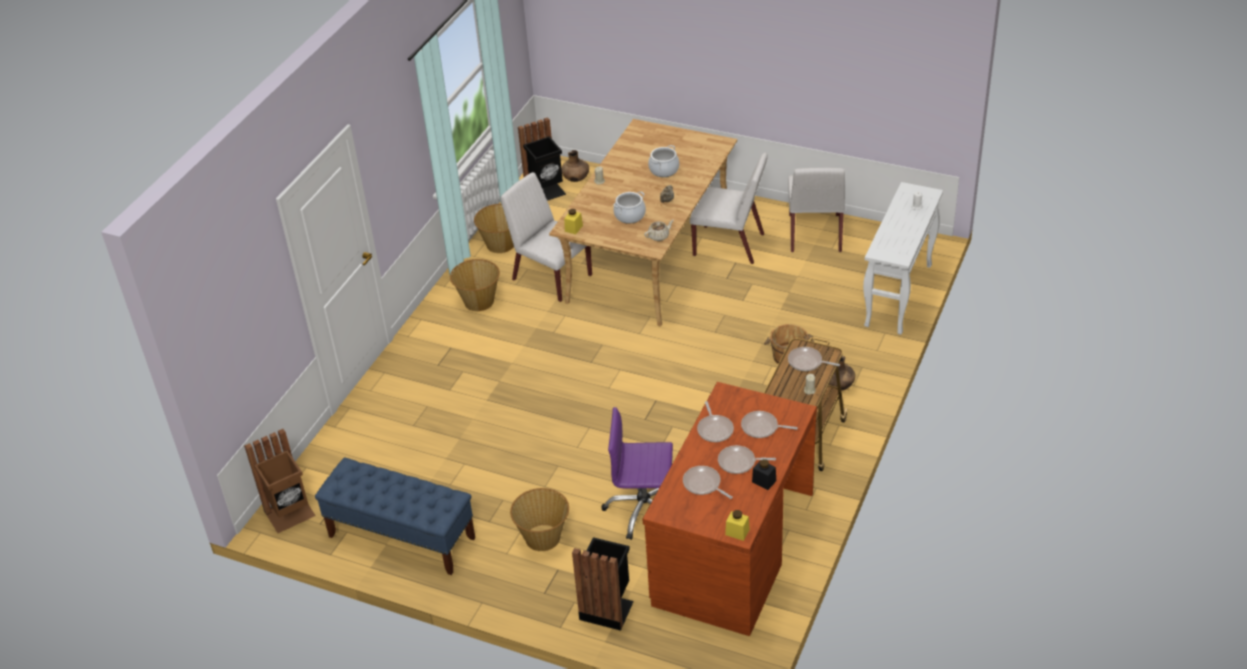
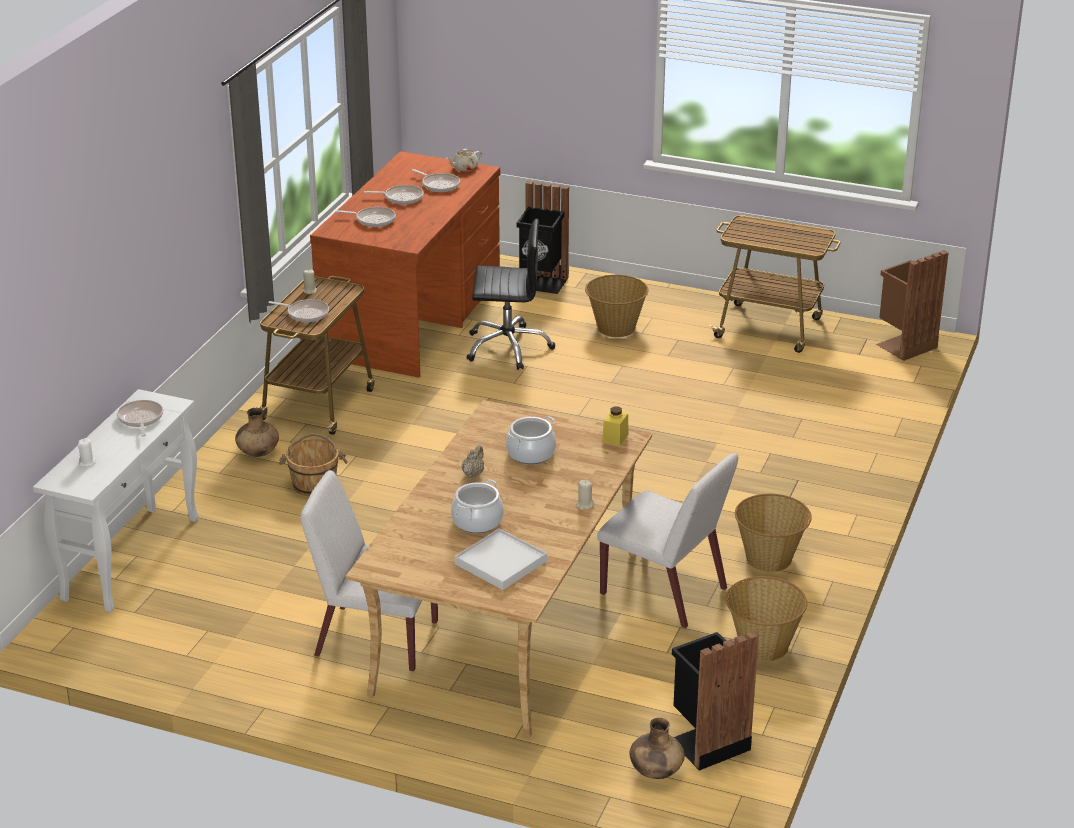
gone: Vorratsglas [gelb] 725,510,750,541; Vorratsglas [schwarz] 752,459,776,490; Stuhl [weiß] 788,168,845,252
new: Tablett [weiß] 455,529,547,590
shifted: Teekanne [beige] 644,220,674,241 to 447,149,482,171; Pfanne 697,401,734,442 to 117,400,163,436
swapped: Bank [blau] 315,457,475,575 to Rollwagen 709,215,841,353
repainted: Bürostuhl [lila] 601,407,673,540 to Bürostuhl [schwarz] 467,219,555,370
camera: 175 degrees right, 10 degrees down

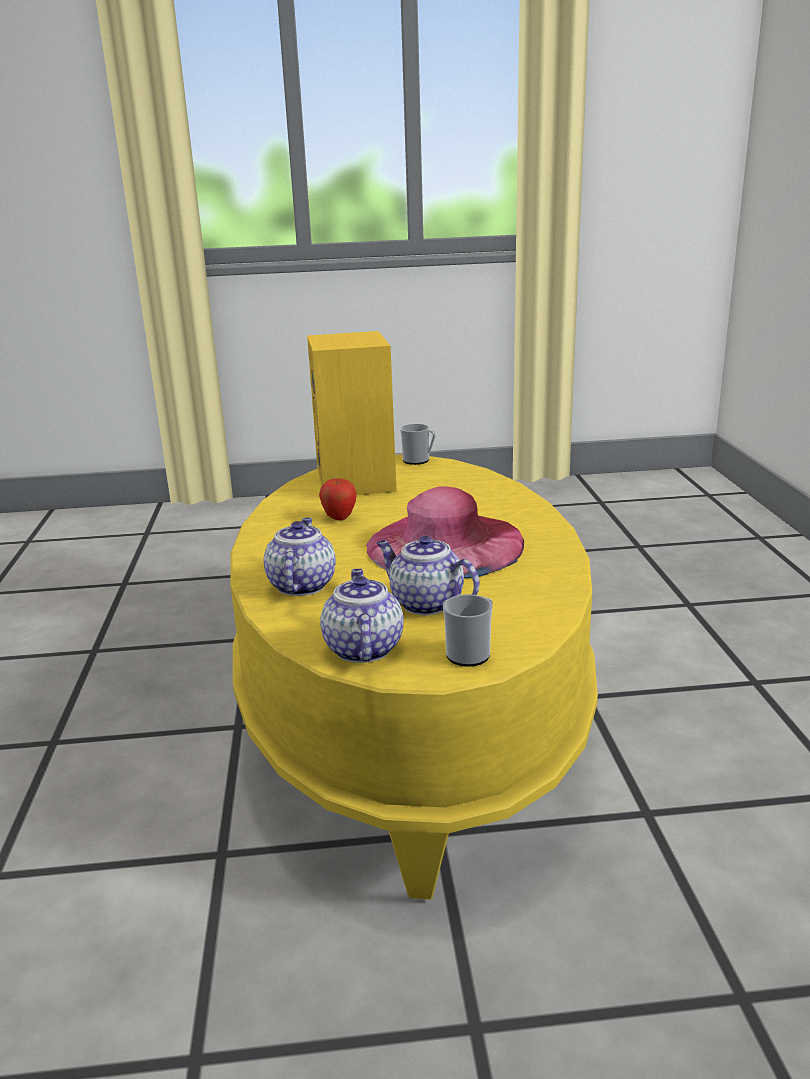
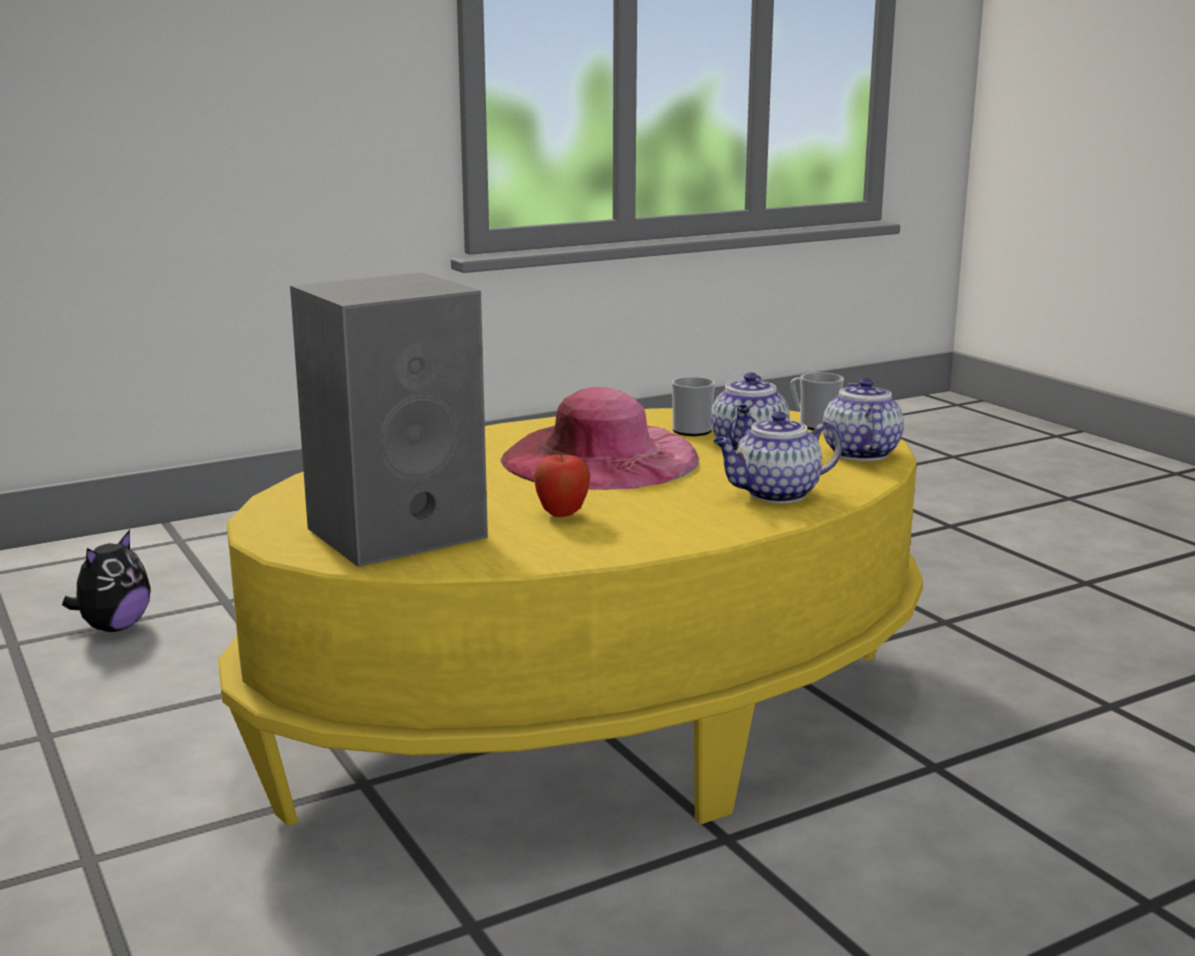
new: Plüschtier 62,530,151,632
shifted: Henkelbecher 400,424,436,465 to 671,377,715,436
repainted: Lautsprecher [gelb] 307,331,397,495 to Lautsprecher [grau] 290,272,488,567
rotated: Teekanne 320,569,404,663 = 823,378,904,461 120 degrees clockwise
camera: 115 degrees left, 5 degrees down

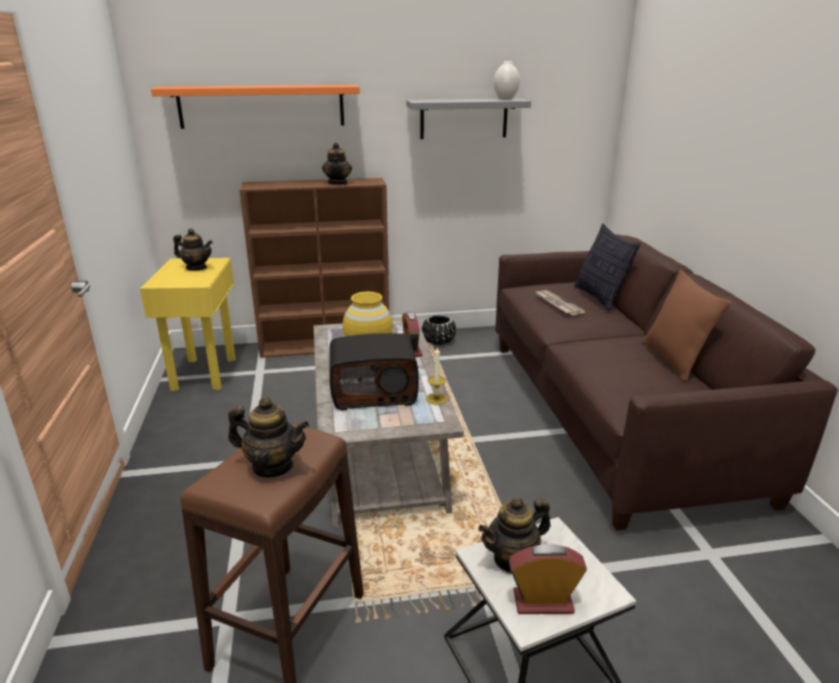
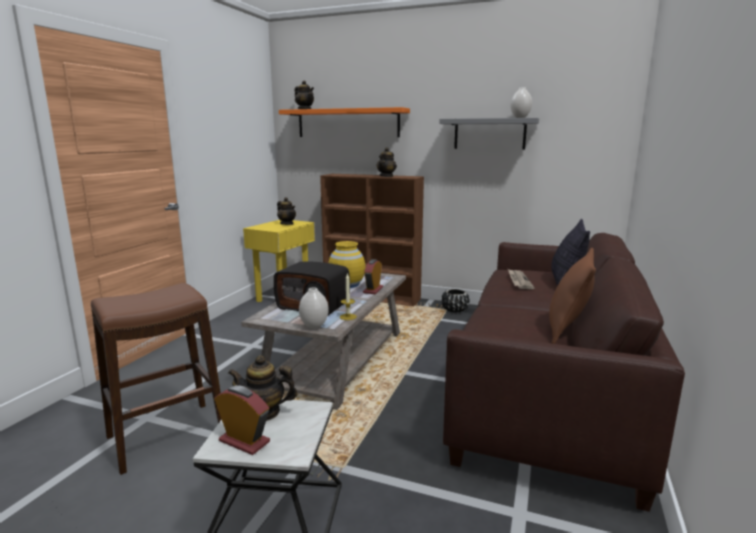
new: Vase [weiß] 299,287,329,329
shifted: Teekanne 228,397,309,477 to 294,80,314,109
camera: 30 degrees right, 10 degrees down

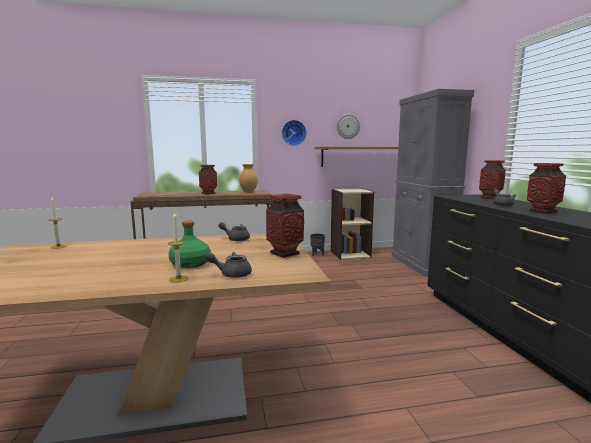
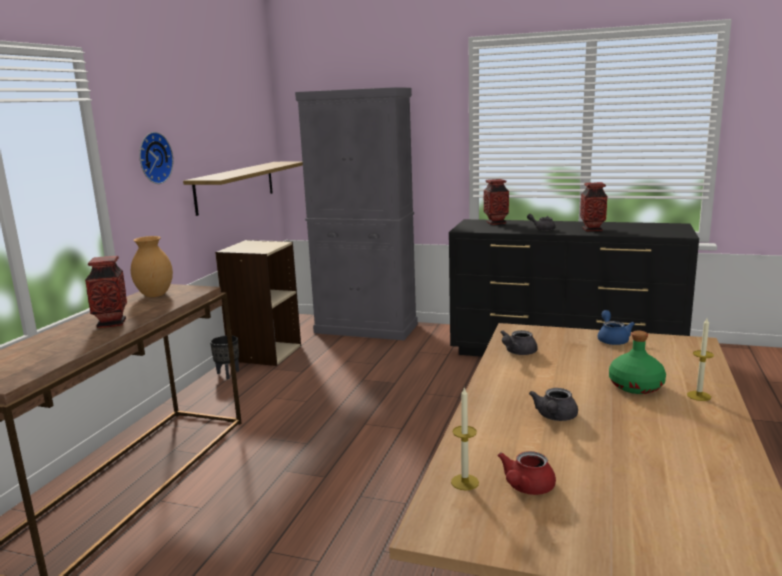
gone: Wanduhr 337,114,360,139
new: Teekanne [rot] 497,451,556,495
shifted: Teekanne [grau] 205,252,252,278 to 529,388,578,421
swapped: Vase 266,194,304,258 to Teekanne [blau] 597,310,635,345
camera: 60 degrees left, 5 degrees up

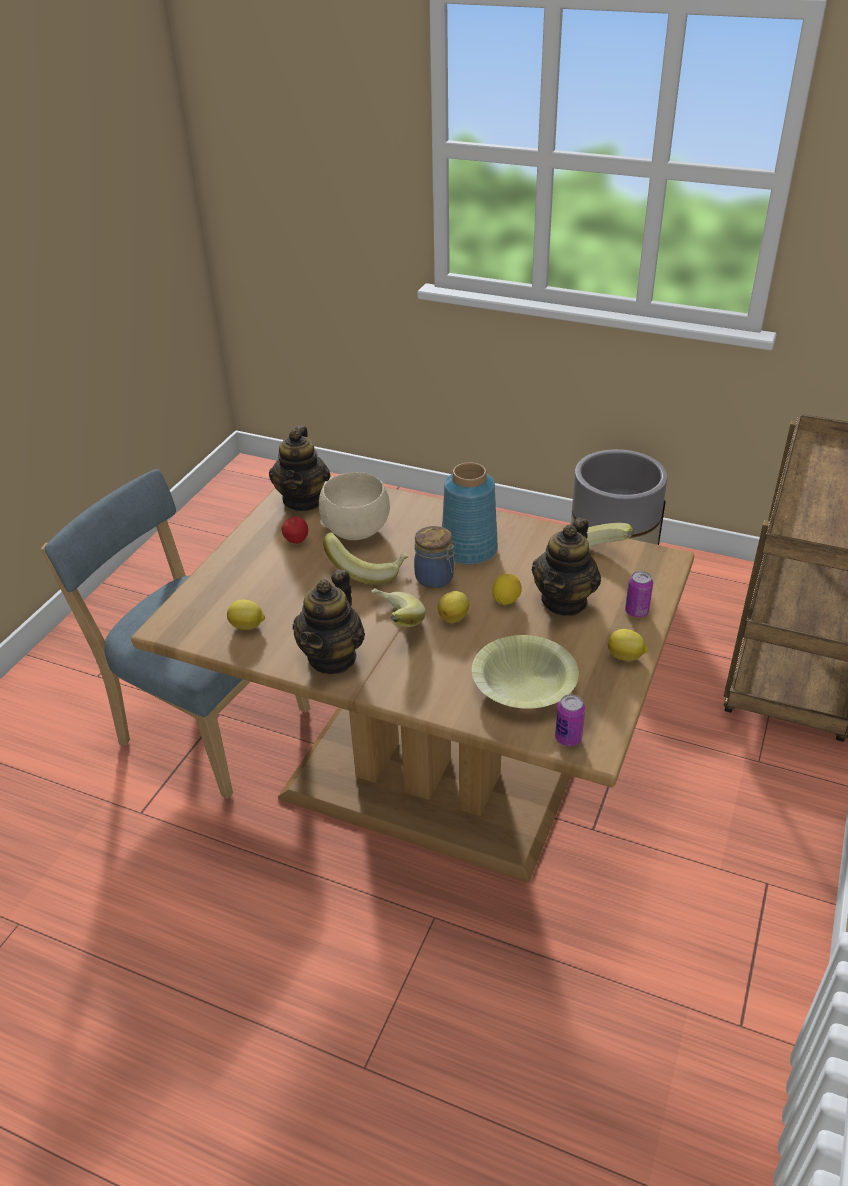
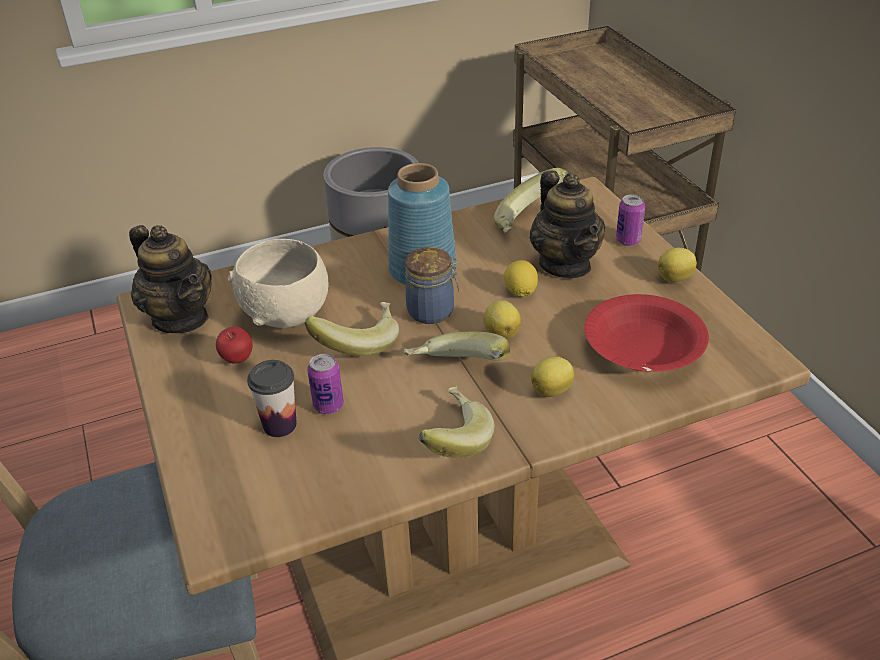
new: Tasse 247,360,297,437
shifted: Zitrone 227,600,265,630 to 531,357,574,397; Dose 555,694,585,746 to 307,354,344,414
swapped: Teekanne 293,569,365,674 to Banane 418,386,495,458
repainted: Schüssel [gelb] 472,635,579,709 to Schüssel [rot] 584,294,709,372
camera: 45 degrees left, 0 degrees up

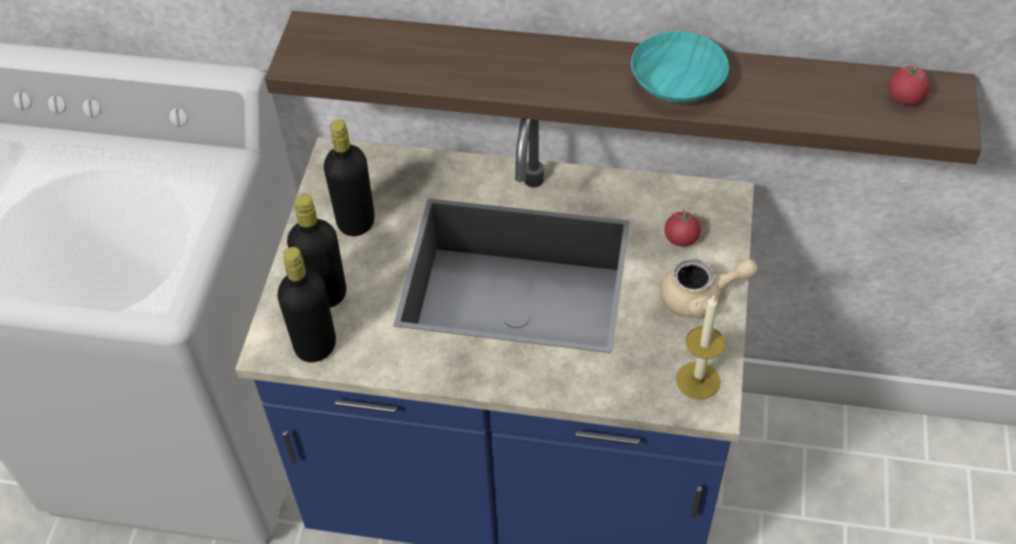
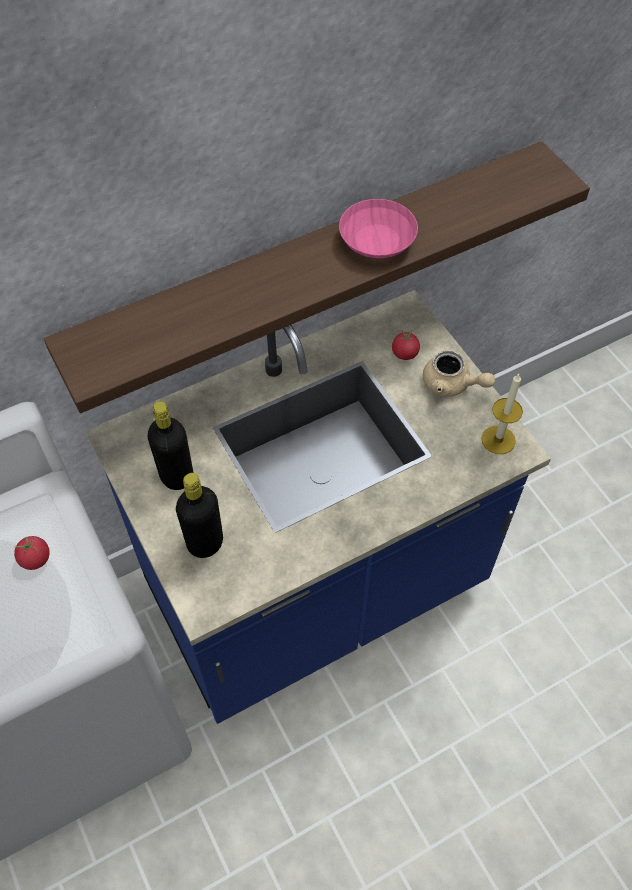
gone: Flasche [schwarz] 277,247,336,362
shifted: Tomate 888,63,930,105 to 14,536,50,570
repainted: Schüssel [türkis] 631,31,729,102 to Schüssel [rosa] 339,199,418,258
rotated: Teekanne [beige] 660,259,758,319 = 423,351,495,397 75 degrees clockwise
camera: 40 degrees left, 5 degrees up

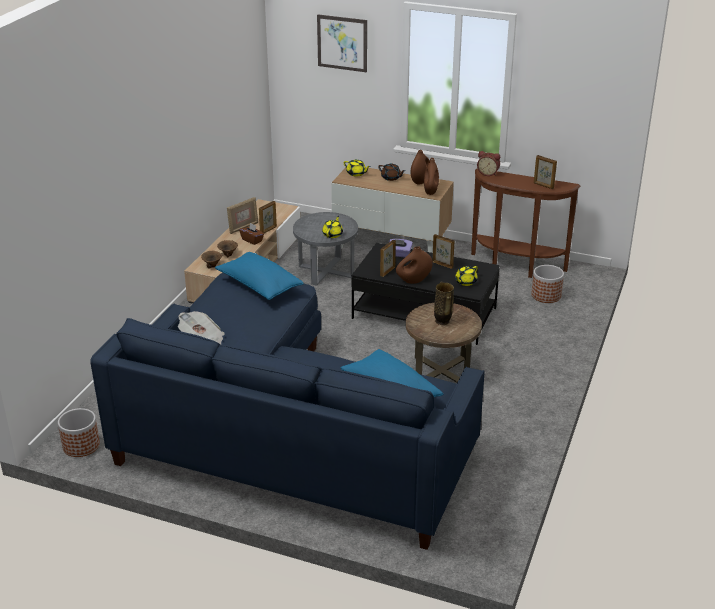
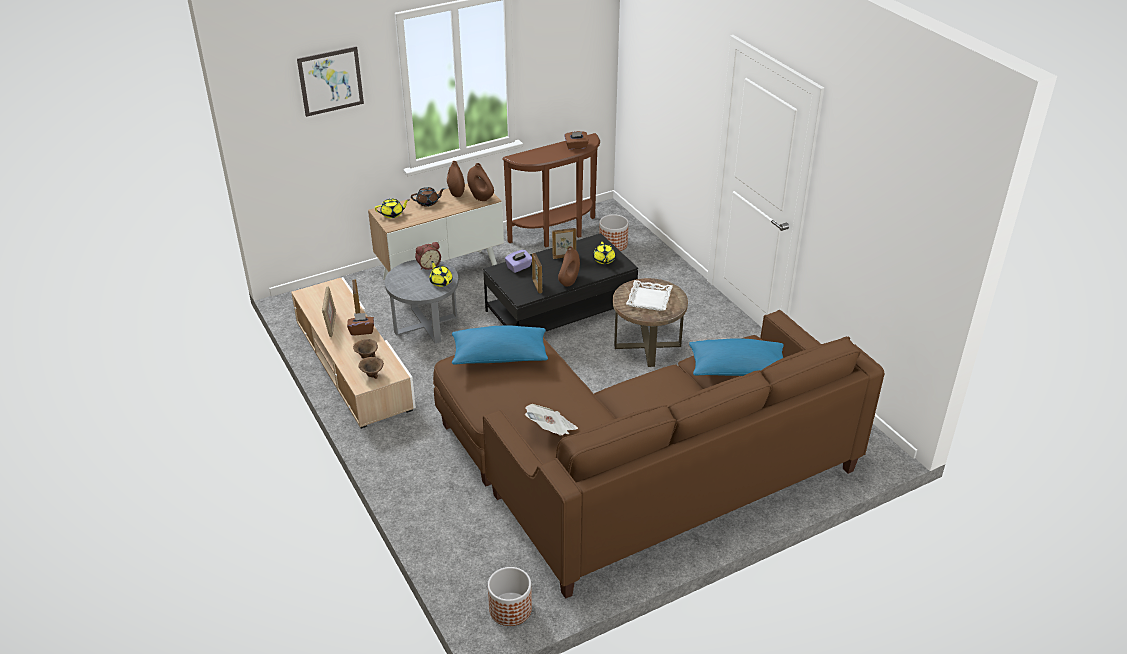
shifted: Wecker 477,151,500,176 to 415,242,441,270
swapped: Vase 434,281,454,325 to Tablett [weiß] 626,280,673,311; Bilderrahmen 534,155,557,189 to Taschentuchbox [braun] 564,131,589,150
repainted: Sofa [blau] 90,273,485,550 to Sofa [braun] 433,310,884,599
camera: 50 degrees left, 5 degrees up

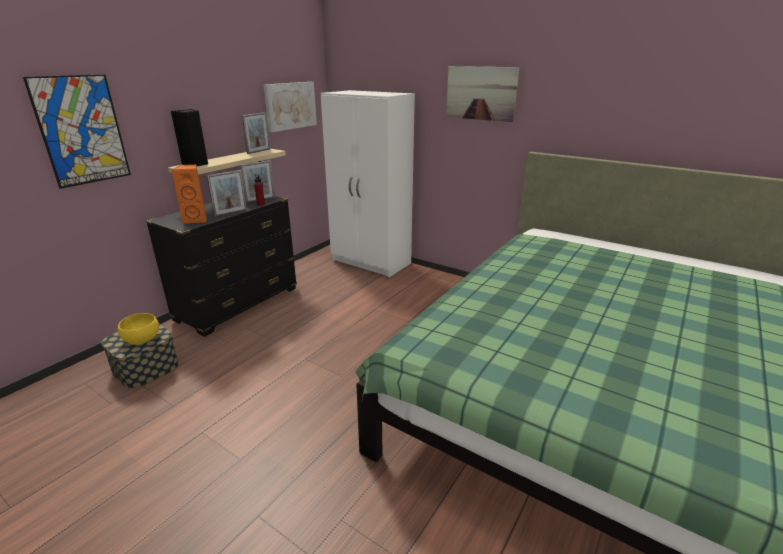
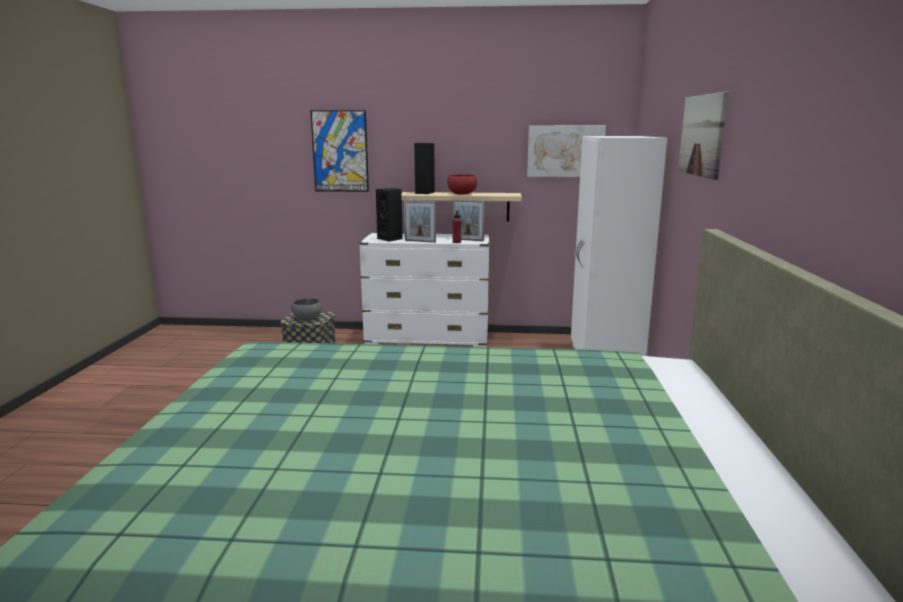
gone: Bilderrahmen 242,112,270,154
new: Schüssel [rot] 447,174,477,195
repainted: Schüssel [gelb] 118,313,159,345 to Schüssel [grau] 291,298,322,321; Kommode [schwarz] 146,196,297,337 to Kommode [weiß] 359,233,490,347; Lautsprecher [orange] 171,164,206,223 to Lautsprecher [schwarz] 376,188,403,242
camera: 60 degrees right, 10 degrees down

